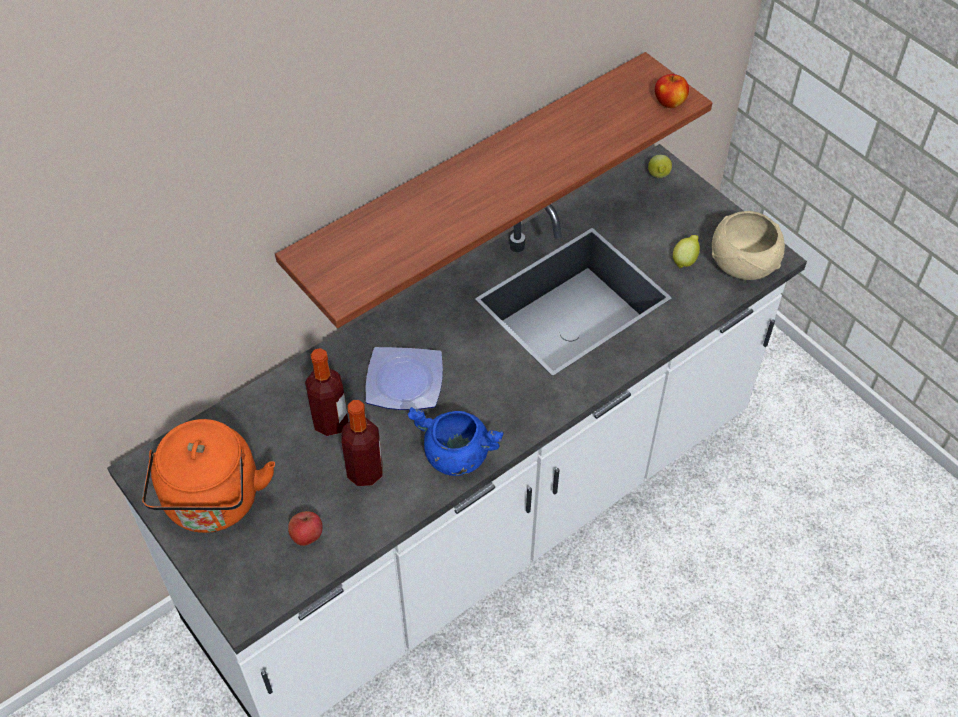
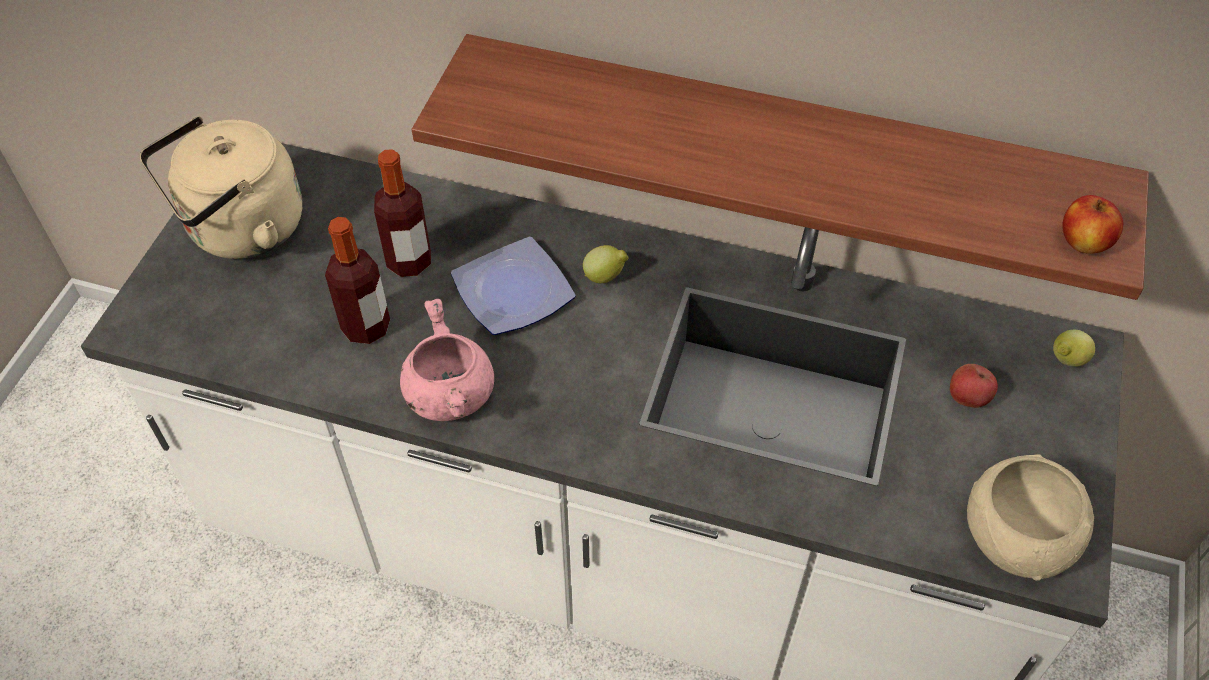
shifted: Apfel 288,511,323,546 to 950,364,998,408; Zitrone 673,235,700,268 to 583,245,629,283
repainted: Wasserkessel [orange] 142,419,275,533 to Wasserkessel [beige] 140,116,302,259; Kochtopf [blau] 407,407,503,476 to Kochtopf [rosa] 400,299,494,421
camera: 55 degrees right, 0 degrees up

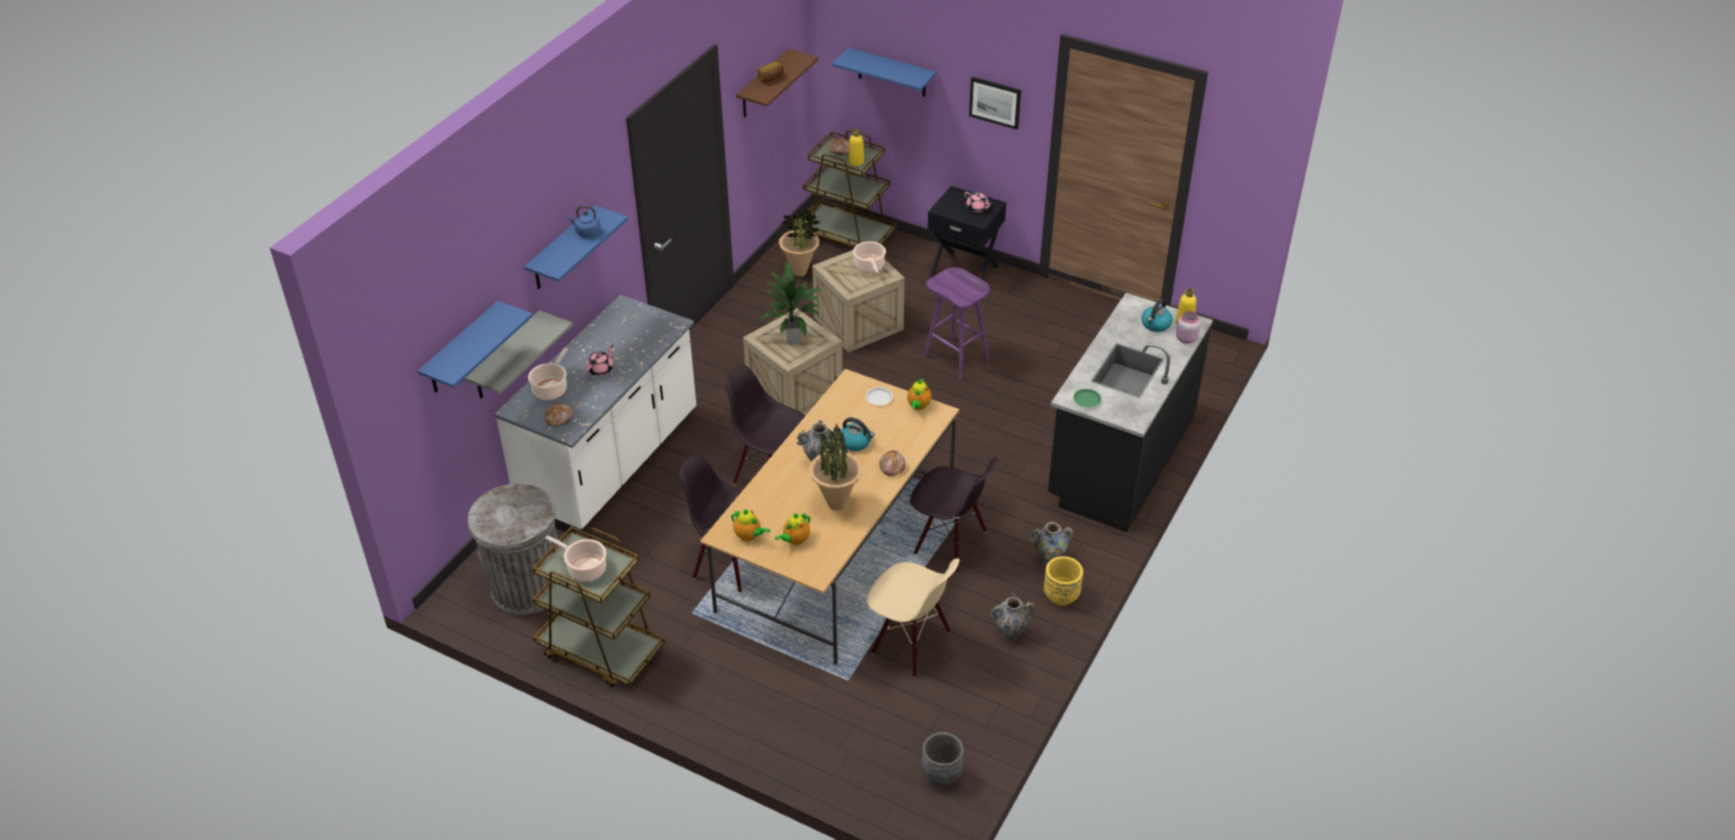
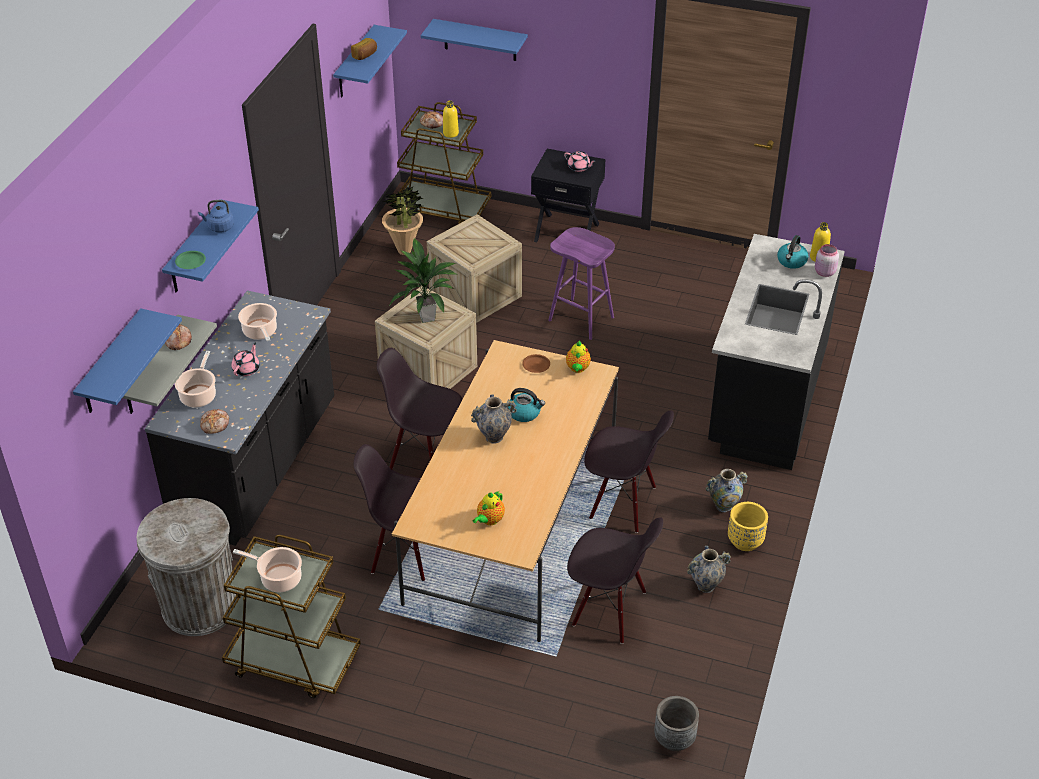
gone: Teekanne 731,509,770,541; Topfpflanze 809,423,862,510; Bild 969,77,1021,130
shifted: Kochtopf 853,241,886,273 to 238,303,277,341; Brot 879,450,906,476 to 165,324,192,350; Teller [grün] 1073,389,1101,407 to 175,251,206,269
repainted: Küchenzeile [weiß] 495,295,696,534 to Küchenzeile [schwarz] 145,290,334,546; Wandregal [braun] 736,49,819,117 to Wandregal [blau] 333,25,407,97; Teller [weiß] 866,387,893,405 to Teller [braun] 522,354,550,373; Stuhl [beige] 867,558,959,677 to Stuhl [schwarz] 567,517,663,644
camera: 10 degrees left, 0 degrees up

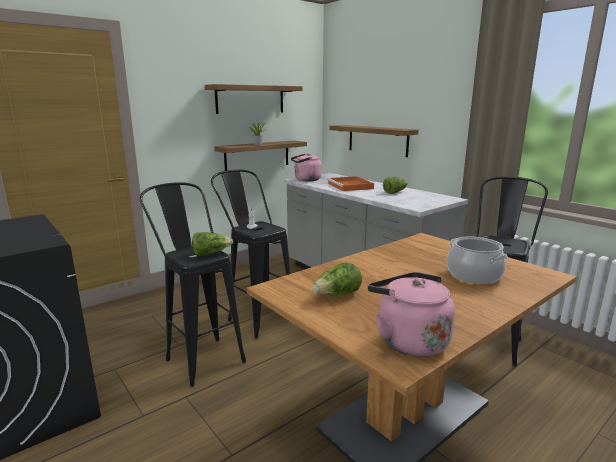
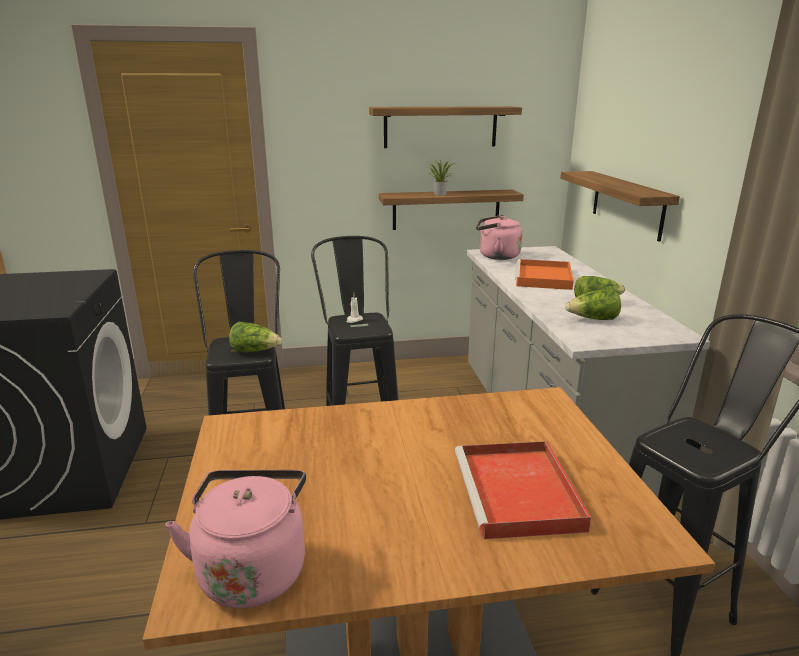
shifted: Salatkopf 312,262,362,295 to 565,289,621,320
swapped: Kochtopf 447,237,508,284 to Tablett [rot] 455,441,591,539
camera: 30 degrees right, 5 degrees up

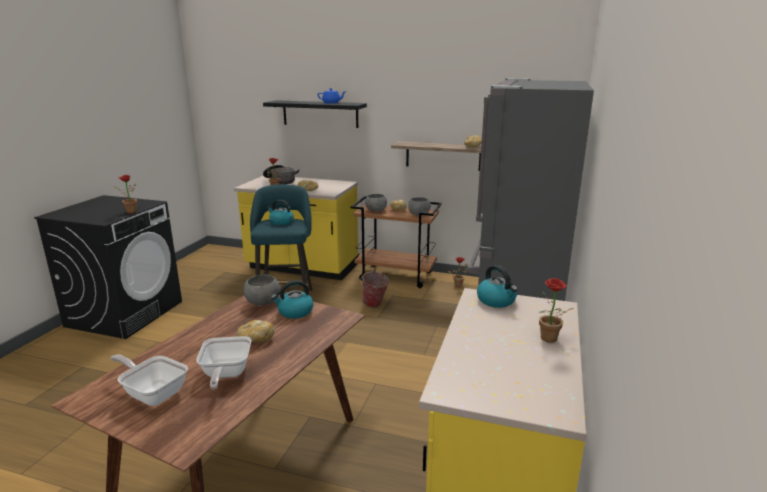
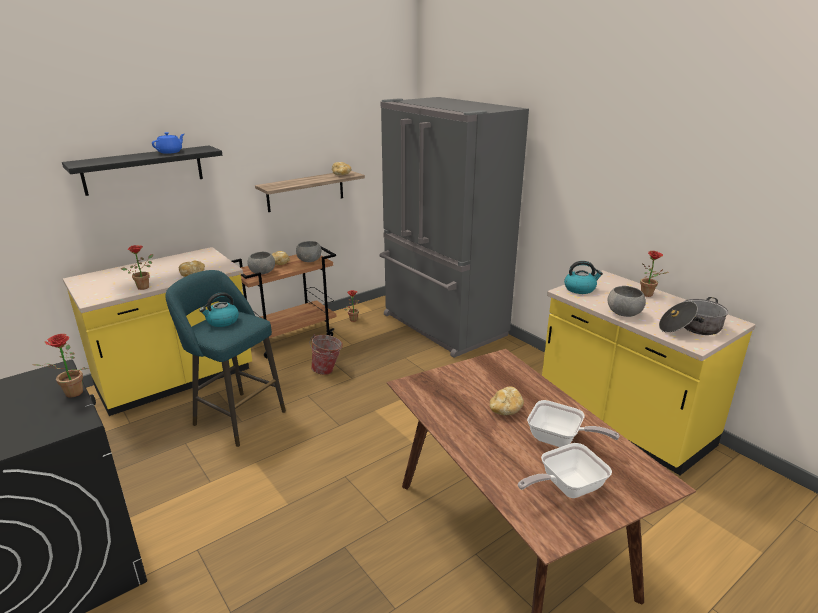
gone: Wasserkessel 271,280,314,319
shifted: Schüssel [grau] 244,274,280,305 to 608,286,646,317; Kochtopf 263,165,299,184 to 659,297,728,335
camera: 55 degrees left, 5 degrees up

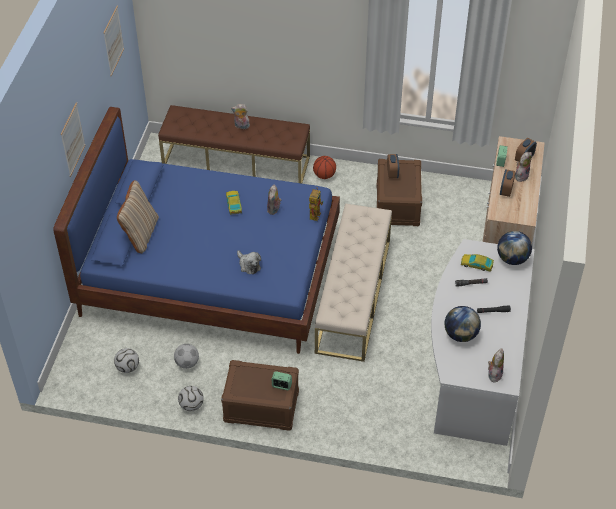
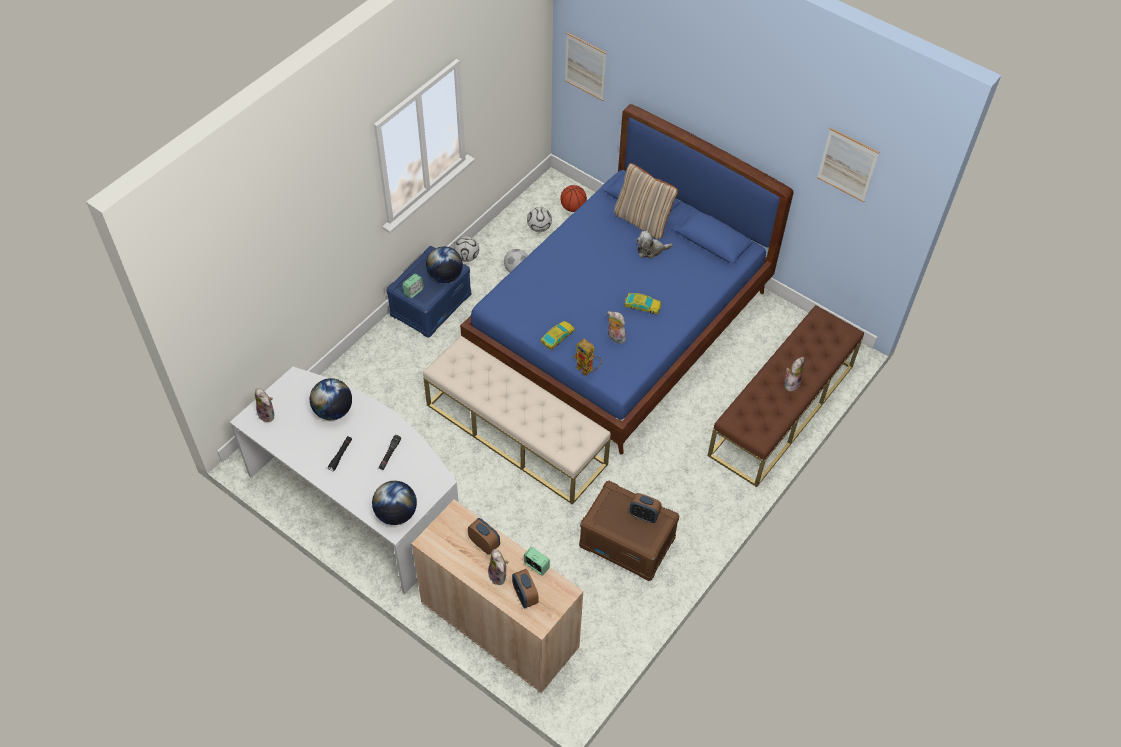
new: Globus 426,246,463,283
shifted: Bild 61,102,85,177 to 565,32,606,101; Plüschtier 237,250,261,274 to 636,231,673,259; Basketball 313,156,336,179 to 560,185,587,212; Spielzeugauto 461,254,494,272 to 541,321,575,350
repainted: Aufbewahrungsbox [braun] 221,360,299,431 to Aufbewahrungsbox [blau] 386,246,471,338
camera: 115 degrees right, 5 degrees up

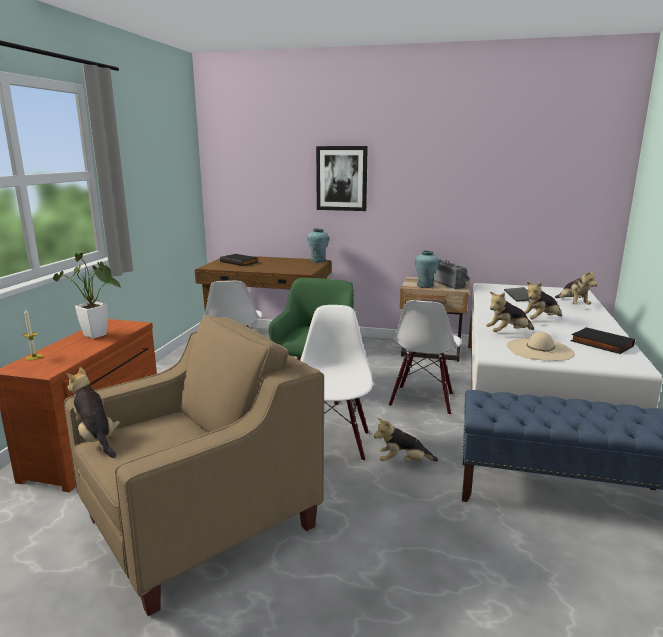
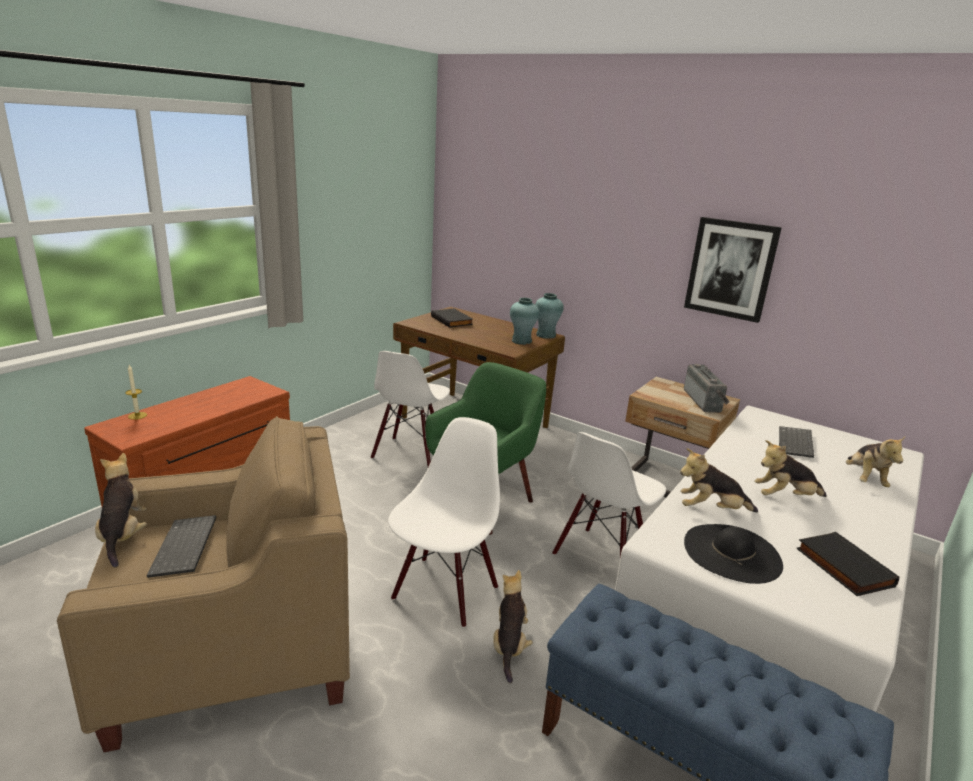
gone: Topfpflanze 53,253,121,339
new: Tastatur 147,515,216,578
shifted: Bild 316,146,368,211 to 684,217,782,323; Vase [türkis] 415,250,439,288 to 510,298,539,345
repainted: Hut [beige] 507,332,575,361 to Hut [schwarz] 684,524,783,584
rotated: Plüschtier 374,417,438,461 = 493,570,533,683 75 degrees clockwise
camera: 20 degrees right, 5 degrees up

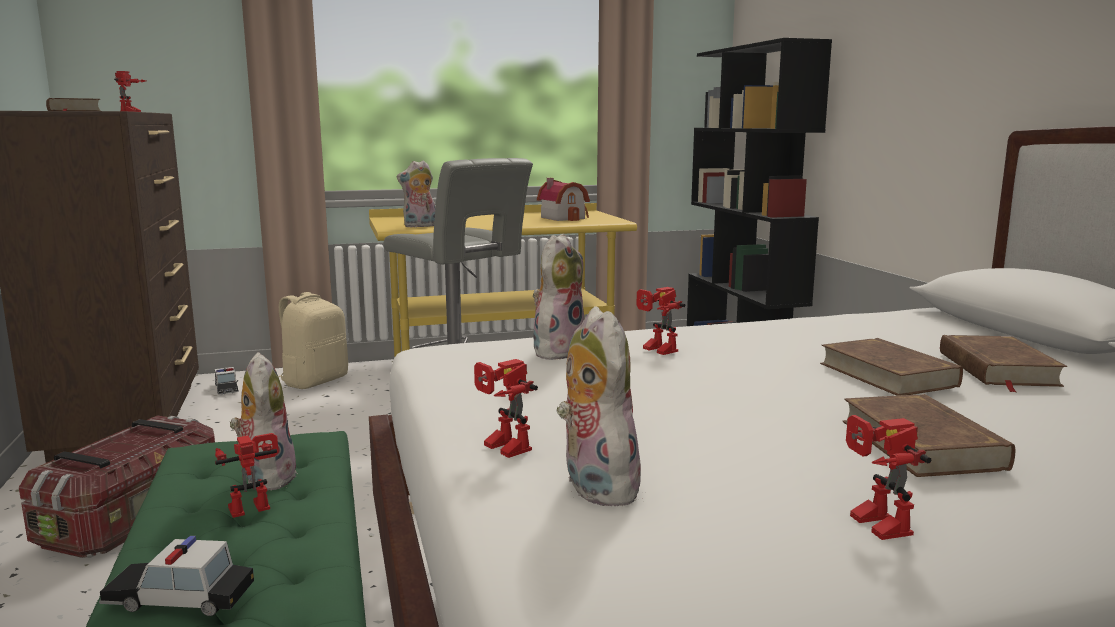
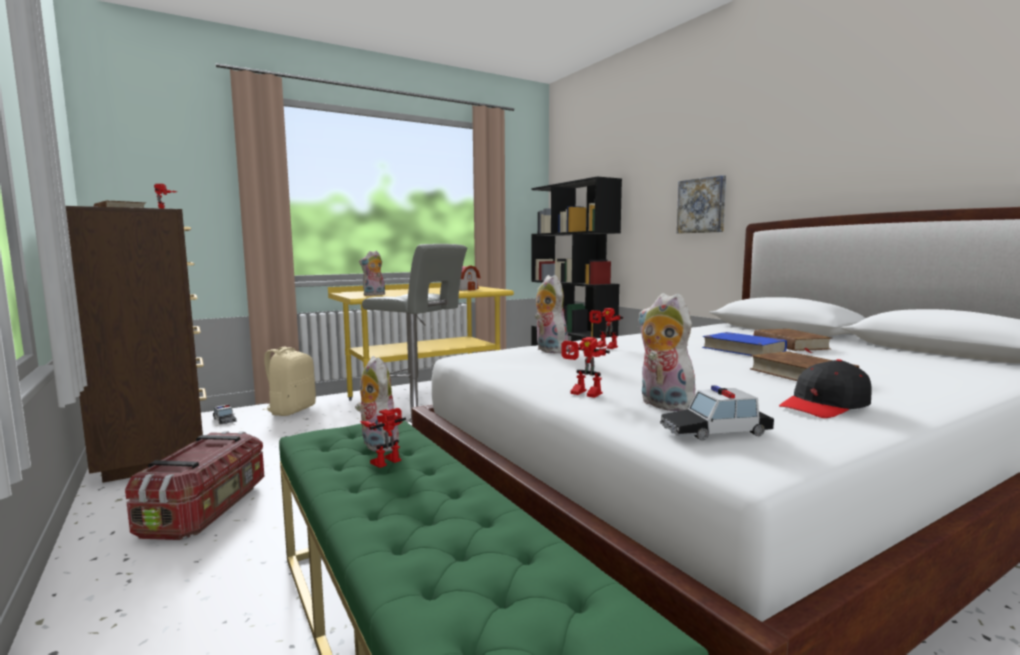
new: Bild 677,175,726,233
shifted: Spielzeugauto 99,536,254,616 to 660,385,774,440
swapped: Spielzeugroboter 846,415,931,540 to Kappe [schwarz] 779,359,872,418
repainted: Buch [braun] 820,338,963,396 to Buch [blau] 702,332,787,356
rotated: Plüschtier 533,234,584,360 = 535,275,568,353 45 degrees counterclockwise
camera: 15 degrees left, 5 degrees down

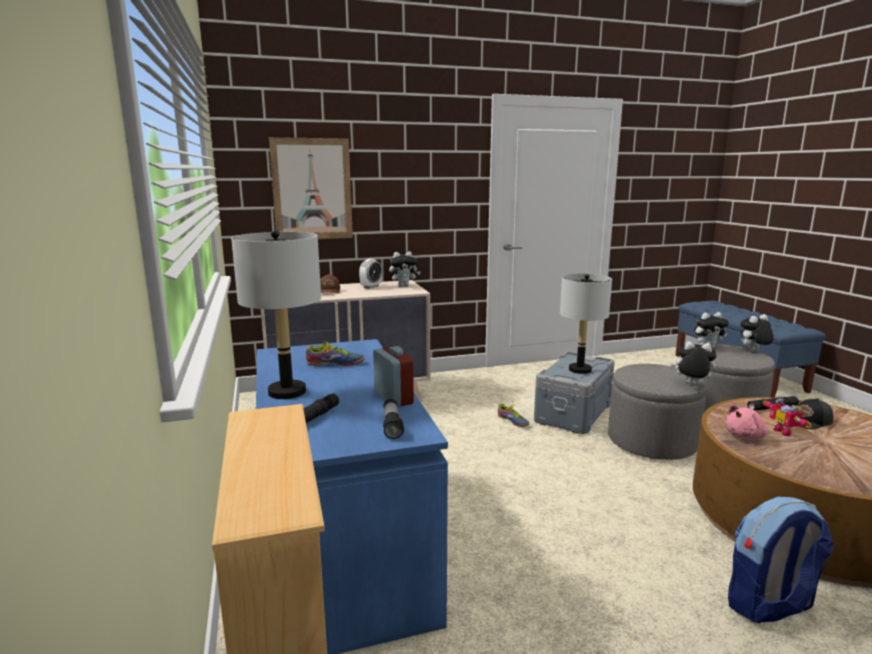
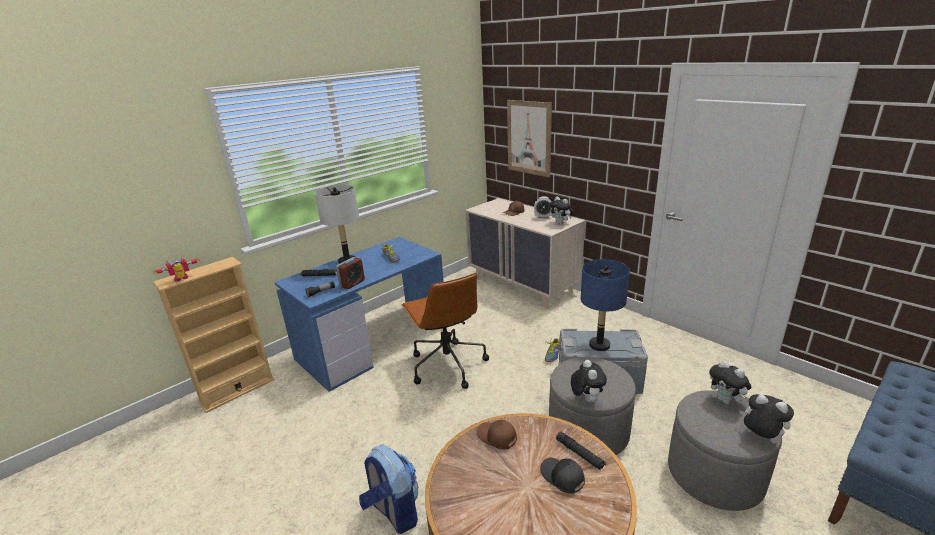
new: Bürostuhl [braun] 402,273,489,389
shifted: Spielzeugroboter 763,399,812,436 to 153,256,200,282
swapped: Plüschtier [rosa] 725,404,767,439 to Kappe [braun] 477,420,517,450
repainted: Tischlampe [grau] 560,273,612,374 to Tischlampe [blau] 581,259,630,351
camera: 65 degrees right, 10 degrees up

